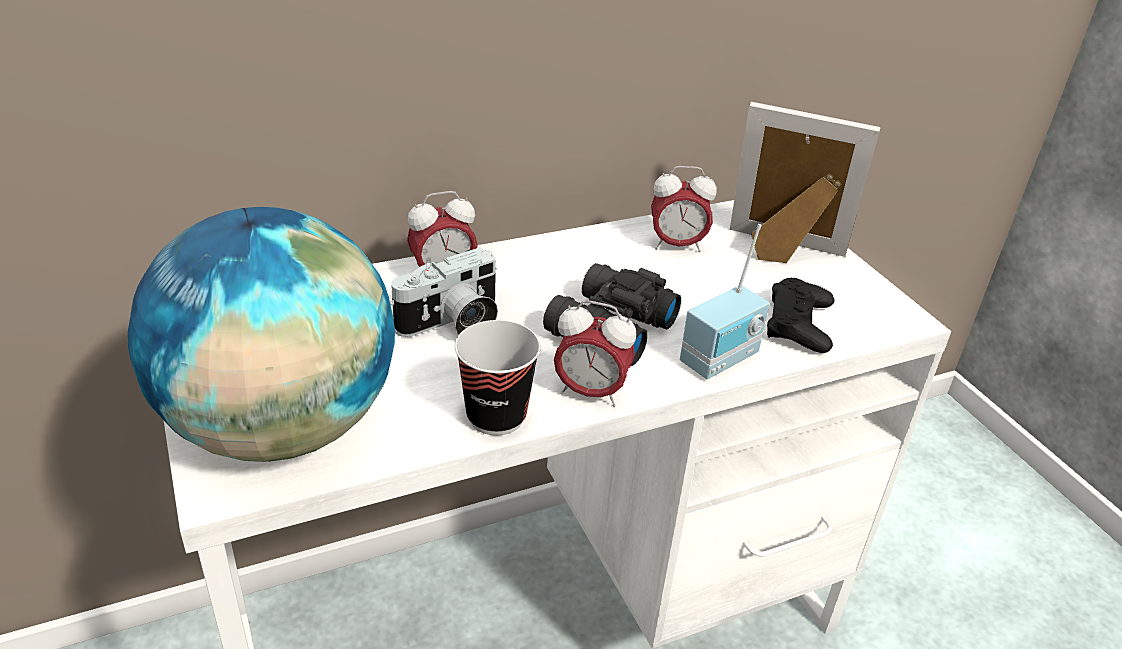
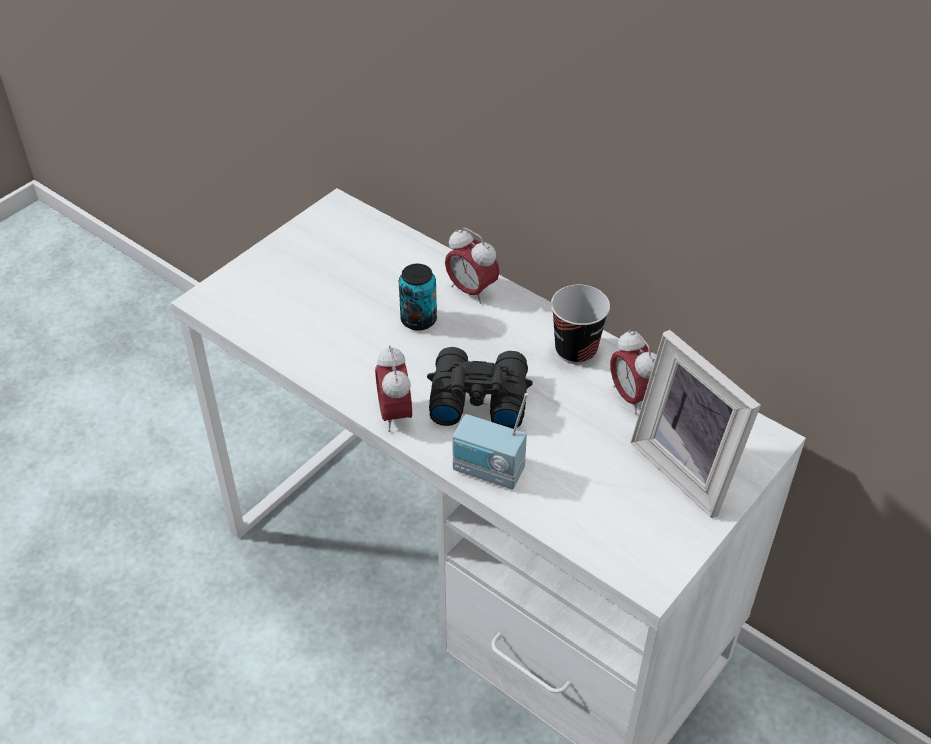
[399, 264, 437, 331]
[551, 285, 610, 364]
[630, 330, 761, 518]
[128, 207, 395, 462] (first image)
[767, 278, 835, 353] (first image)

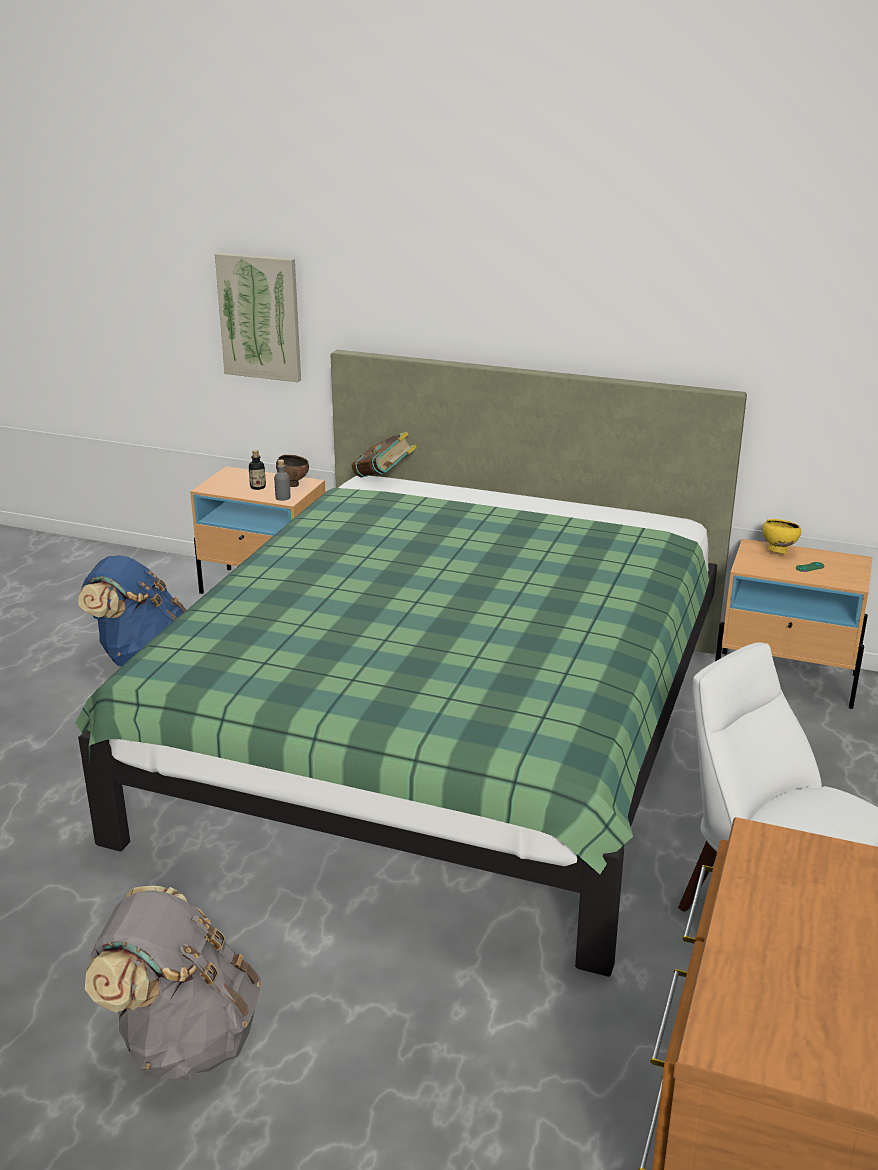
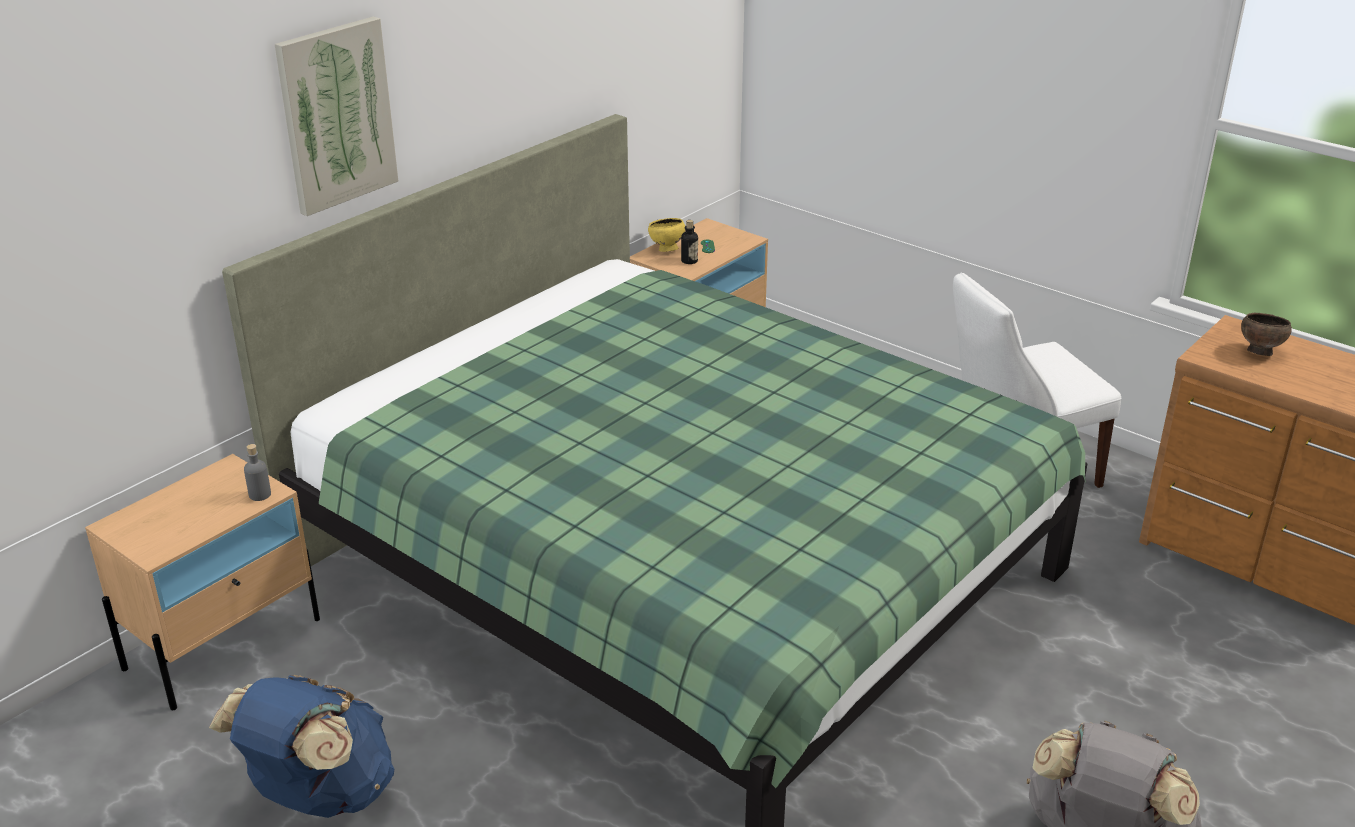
[275, 16, 398, 216]
[681, 220, 698, 264]
[1241, 313, 1292, 356]
[351, 432, 417, 478] (first image)

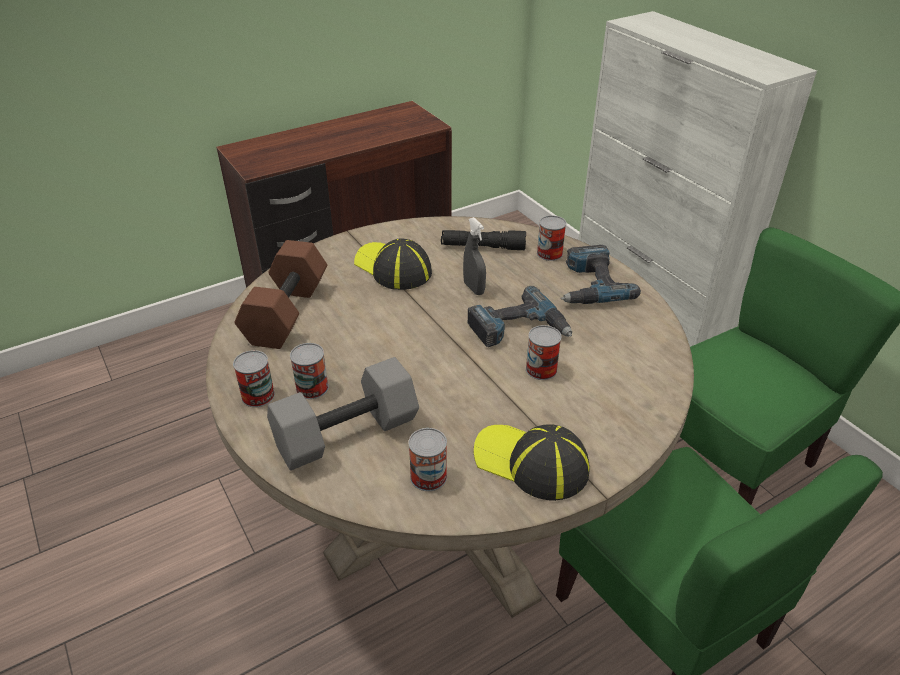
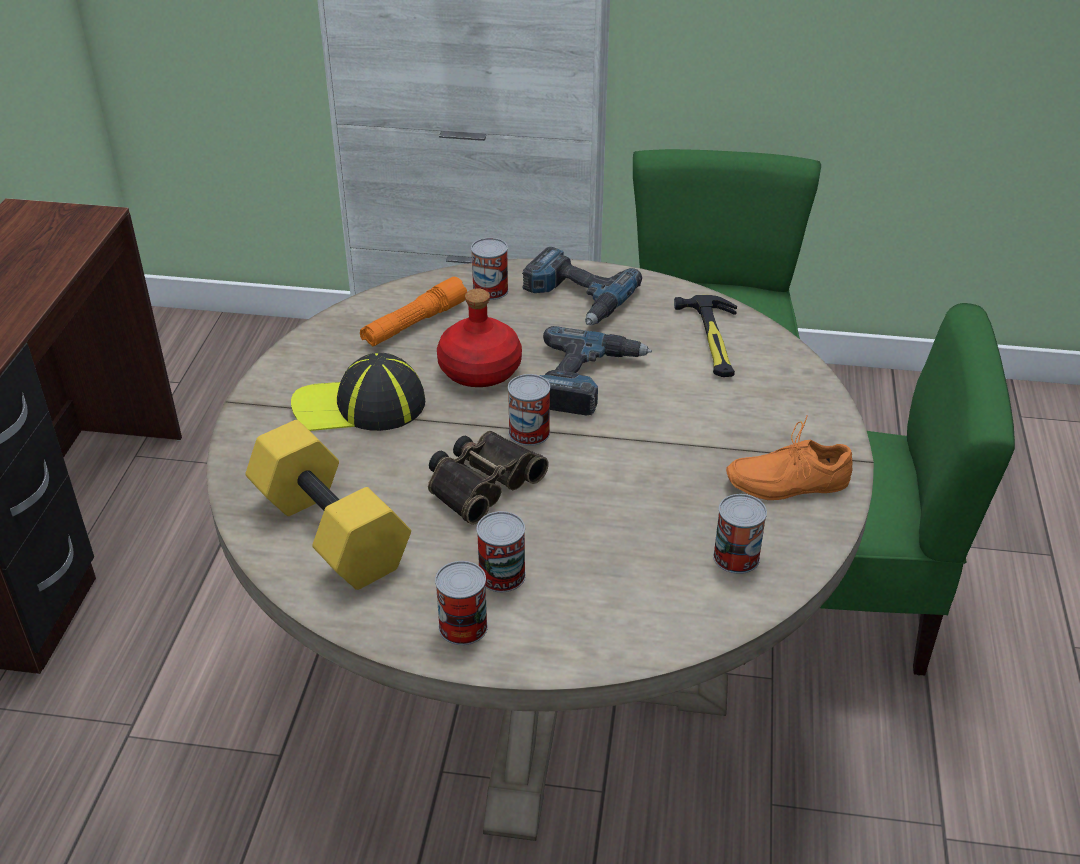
[245, 420, 411, 590]
[360, 277, 467, 347]
[428, 431, 549, 525]
[437, 288, 522, 387]
[508, 374, 550, 446]
[674, 295, 737, 377]
[726, 415, 853, 500]
[267, 357, 419, 470] (first image)

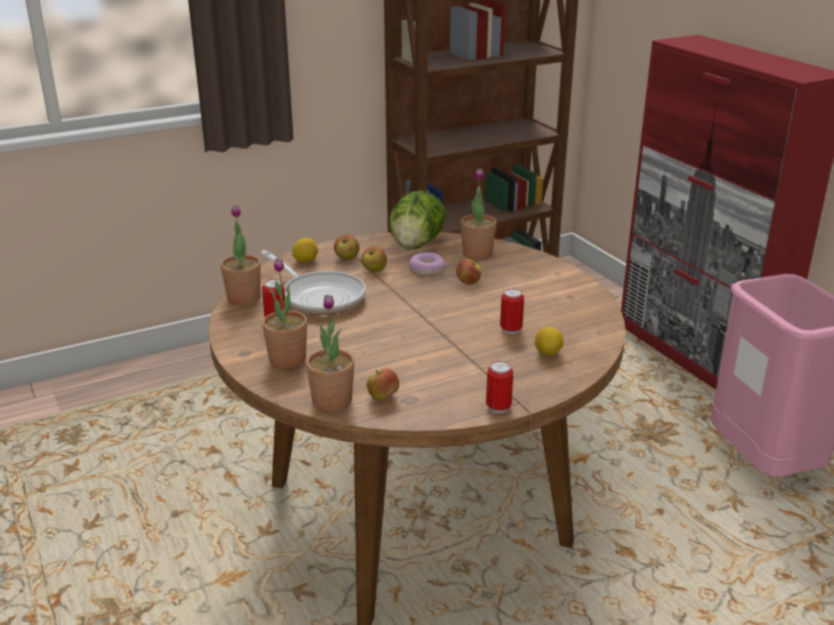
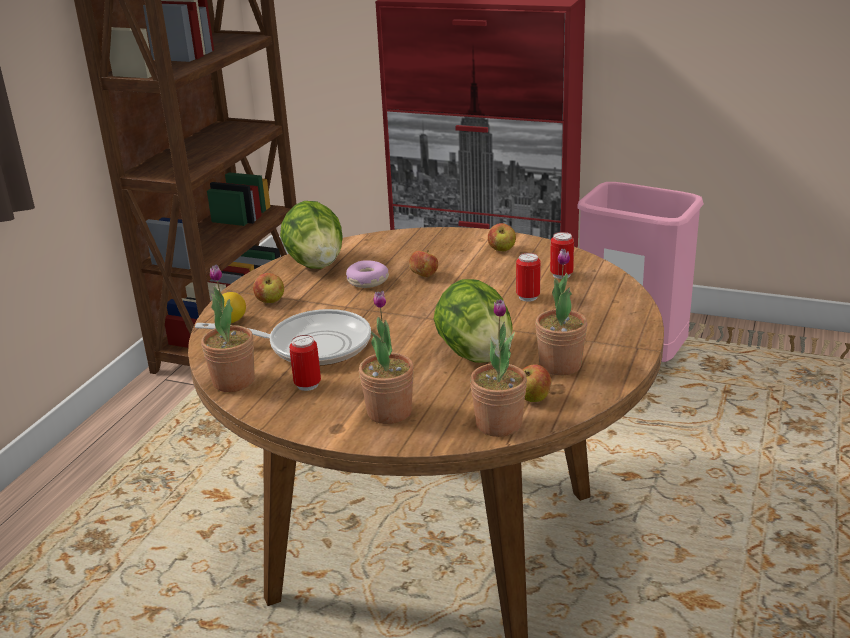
[434, 279, 513, 363]
[488, 223, 516, 251]
[535, 249, 587, 375]
[550, 232, 574, 279]
[535, 327, 564, 356] (first image)

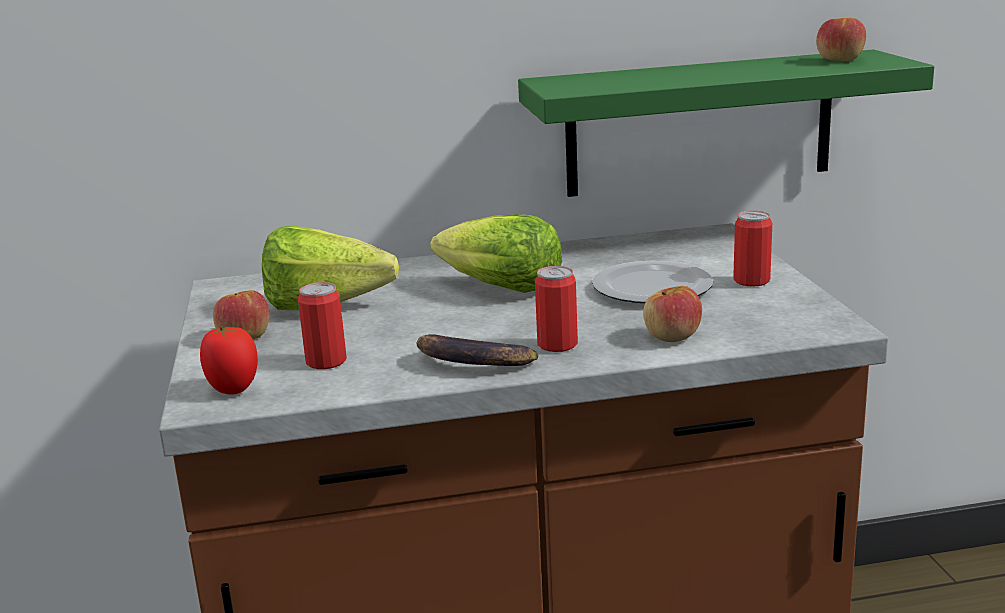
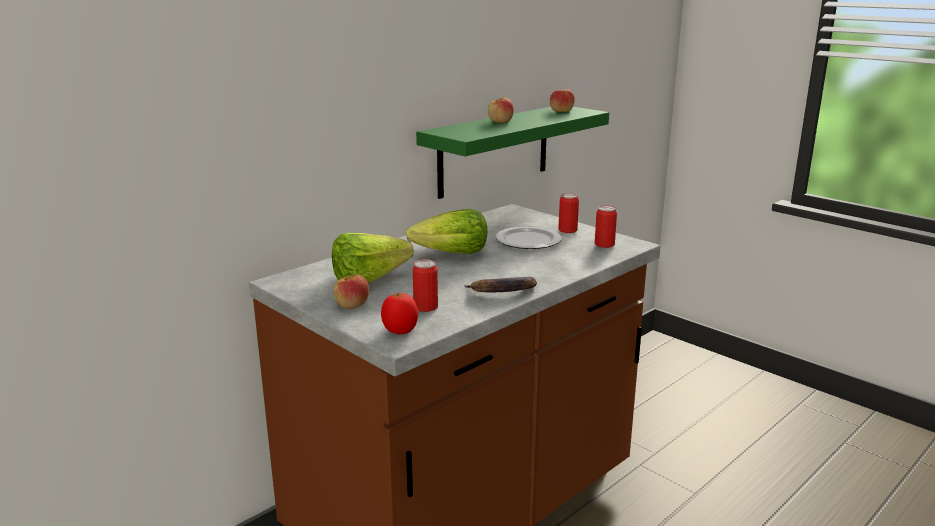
[488, 97, 514, 123]
[595, 205, 617, 248]

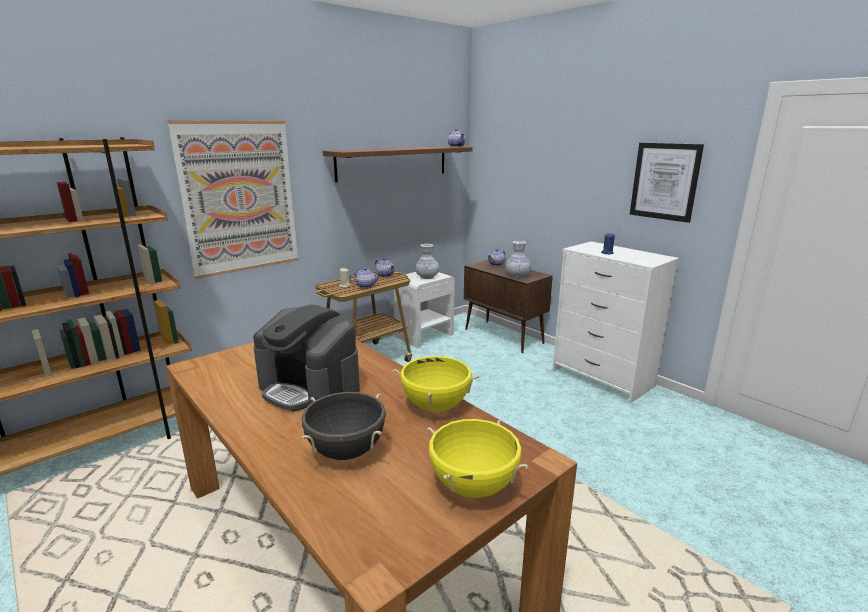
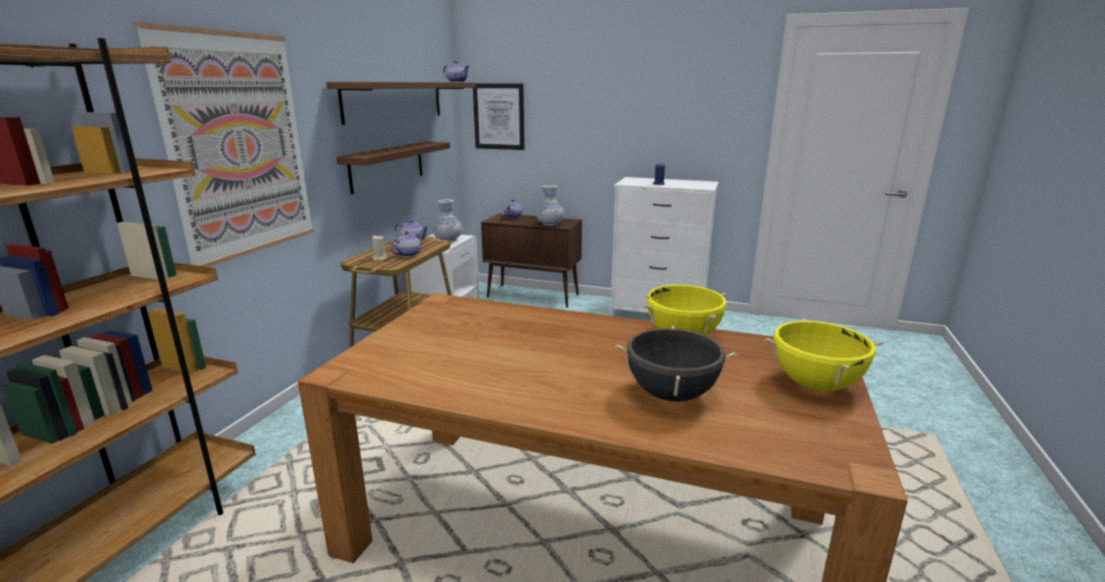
[336, 141, 450, 194]
[473, 84, 525, 150]
[253, 304, 360, 411] (first image)

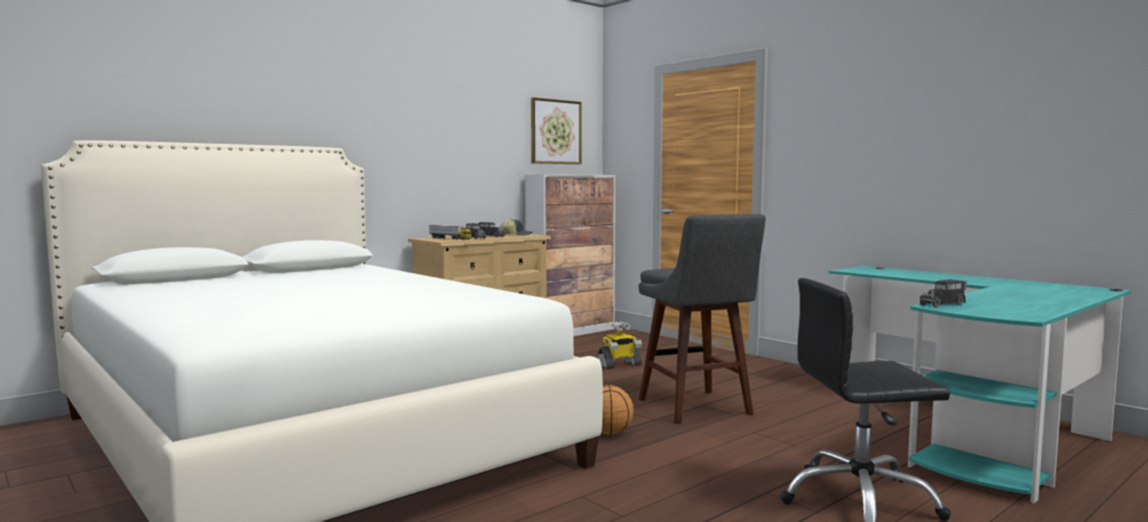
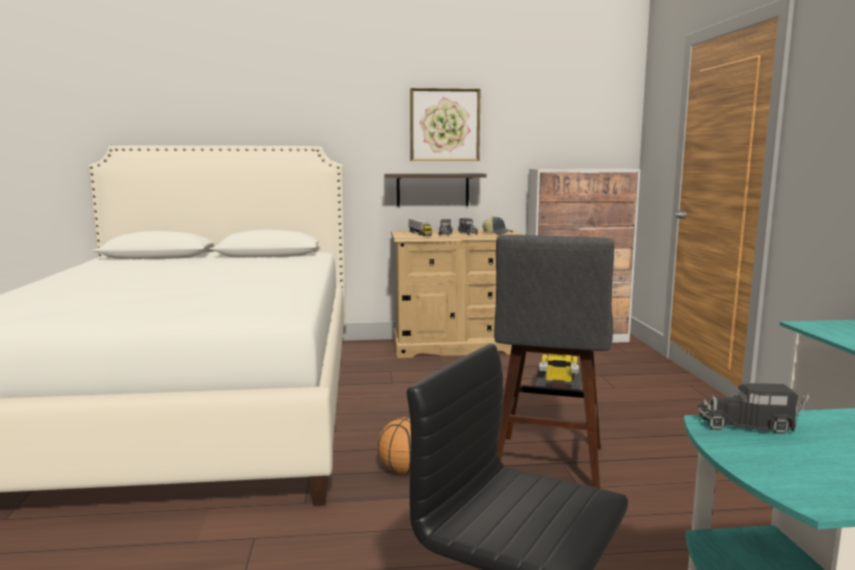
[384, 173, 487, 207]
[410, 88, 481, 161]

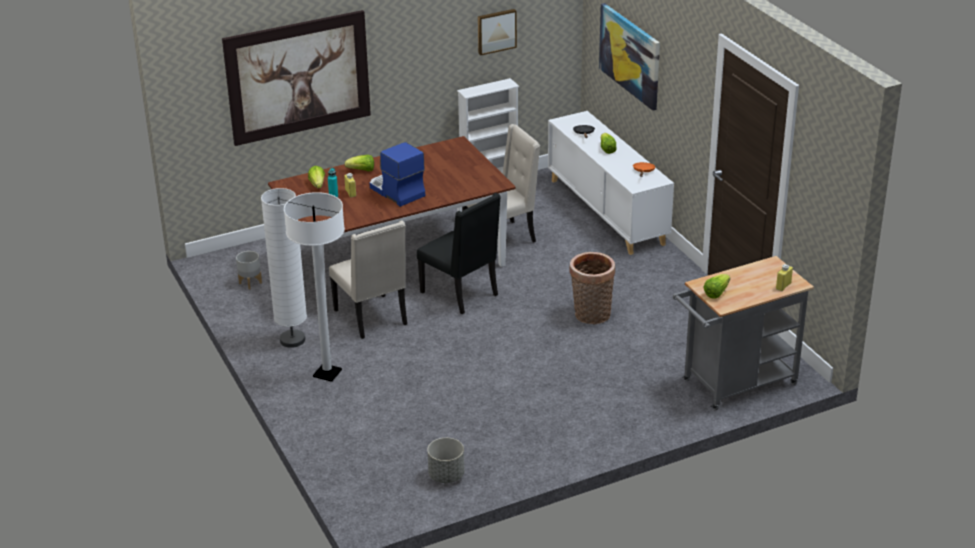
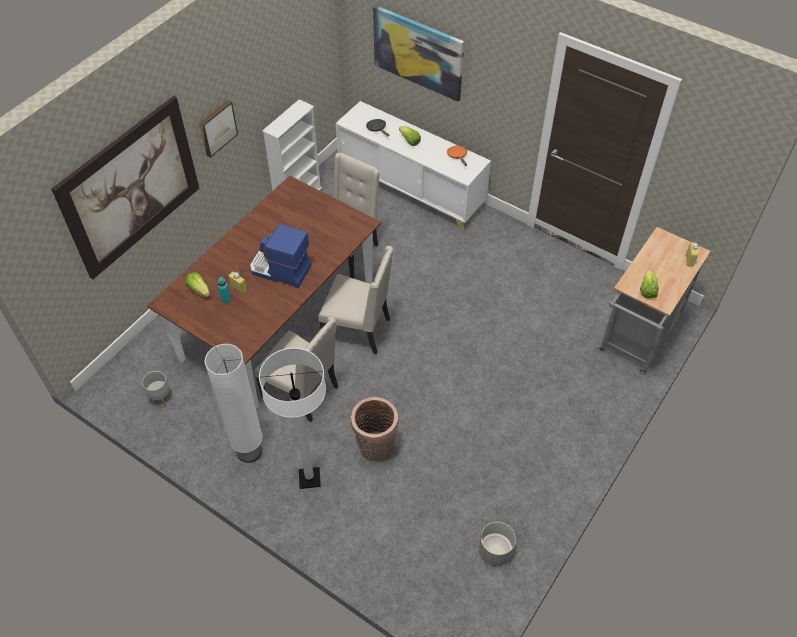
[199, 100, 238, 158]
[318, 246, 393, 354]
[351, 397, 398, 462]
[345, 155, 374, 171] (first image)

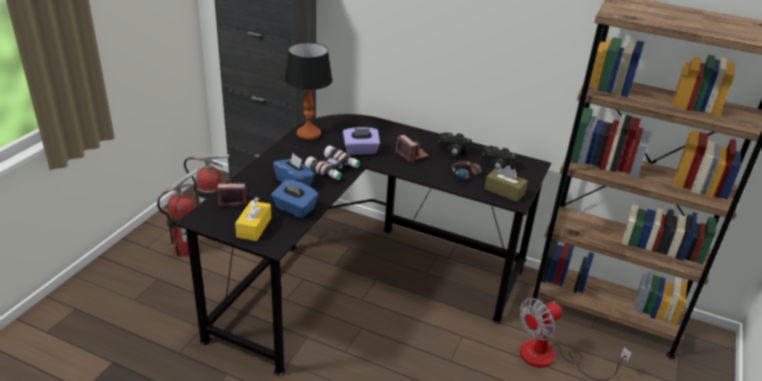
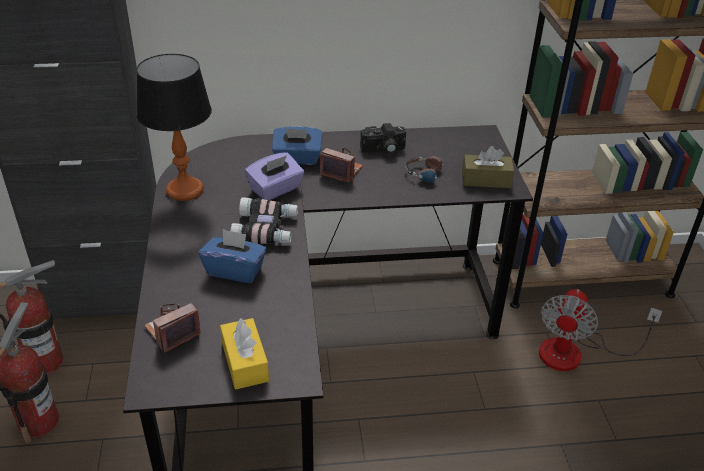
[272, 126, 322, 165]
[481, 146, 517, 170] (first image)

